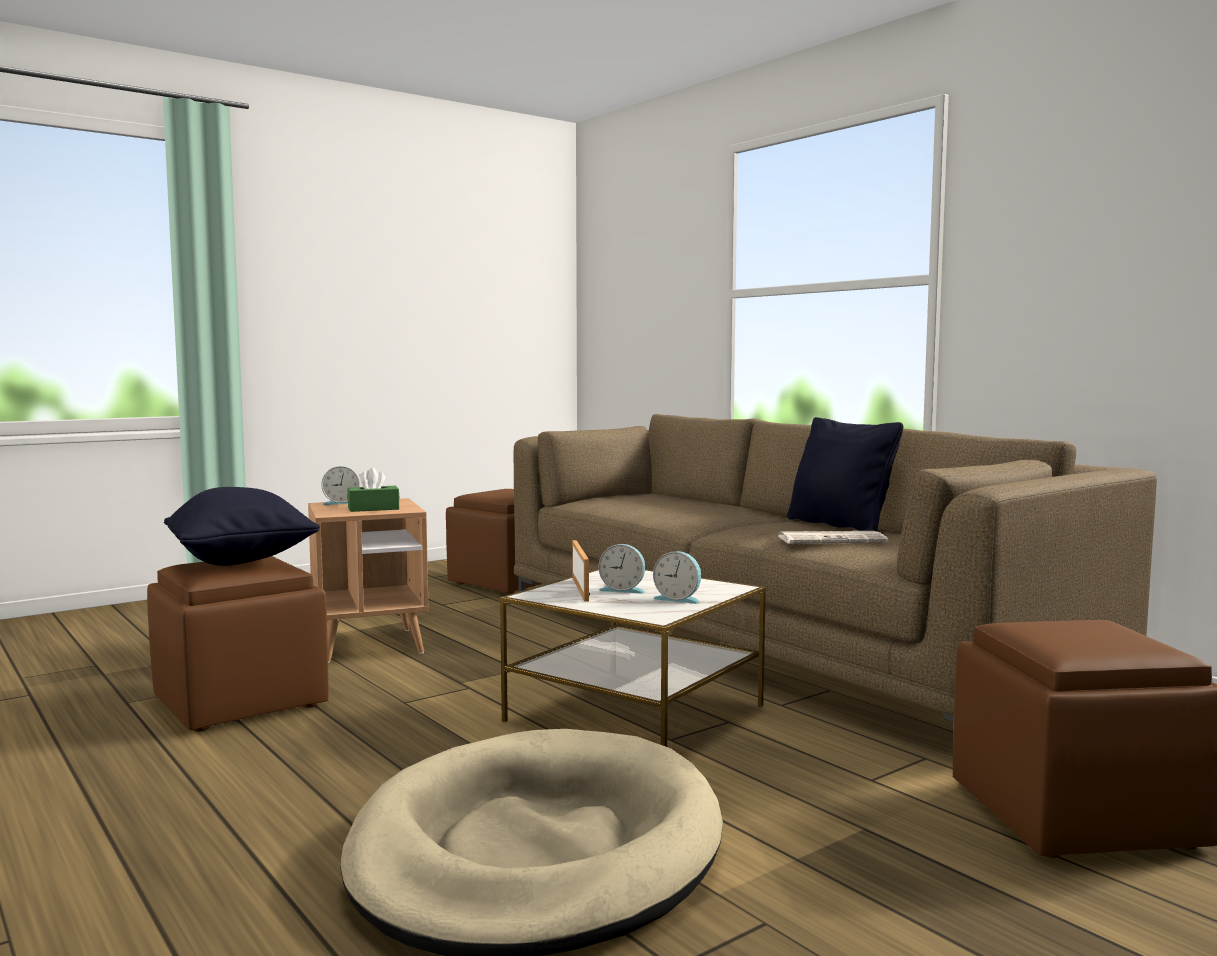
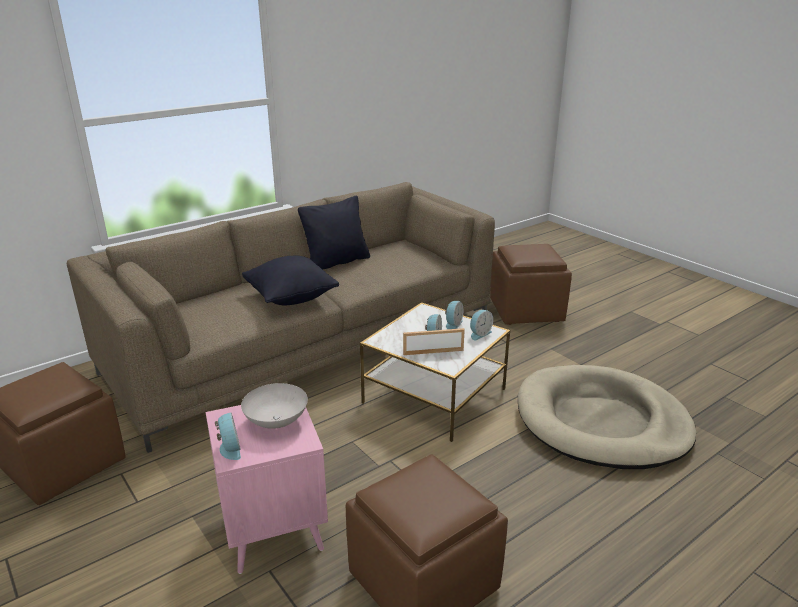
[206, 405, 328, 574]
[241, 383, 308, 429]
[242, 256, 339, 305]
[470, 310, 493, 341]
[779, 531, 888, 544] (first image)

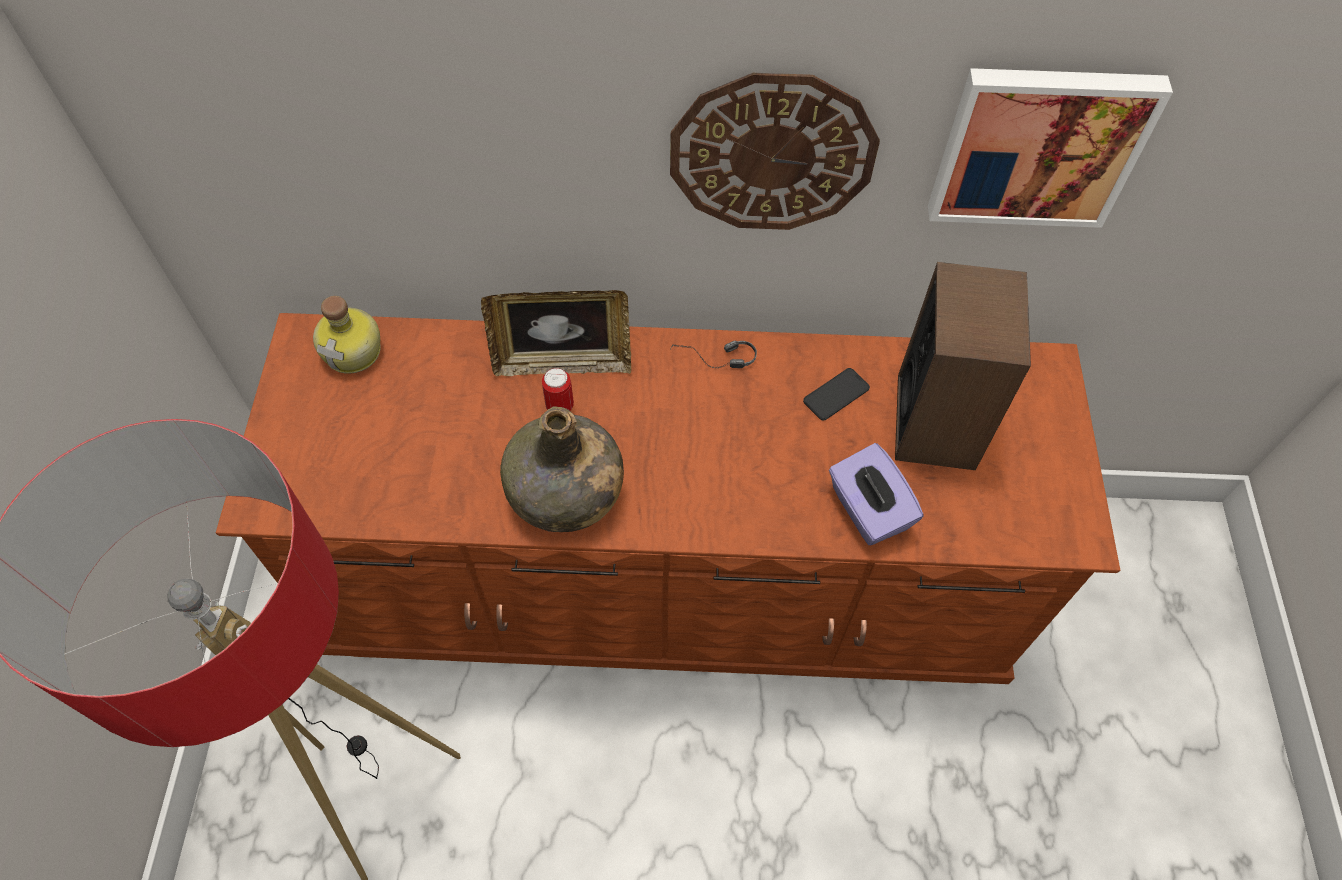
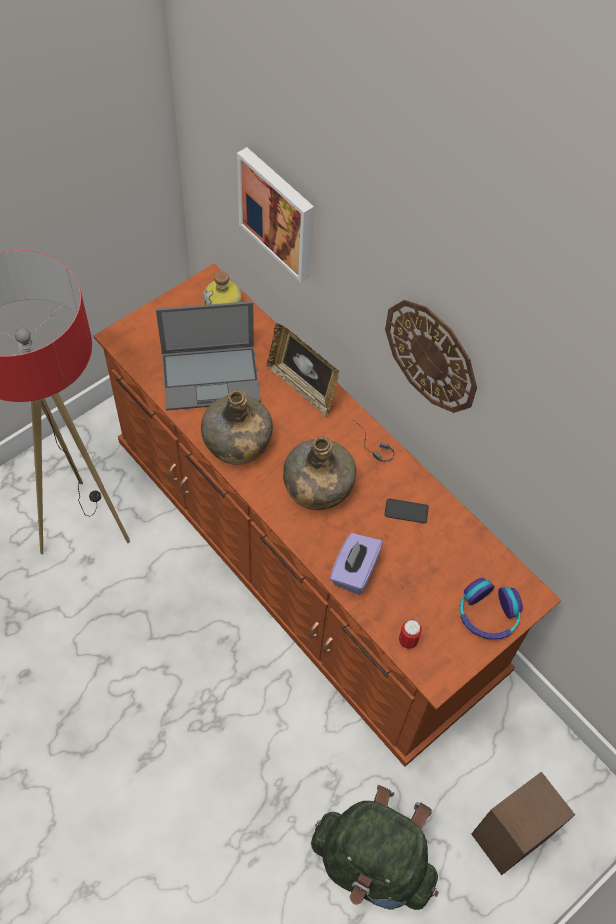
[156, 301, 261, 411]
[237, 147, 314, 283]
[283, 436, 356, 510]
[311, 785, 439, 910]
[399, 620, 422, 649]
[460, 578, 523, 640]
[471, 772, 575, 875]

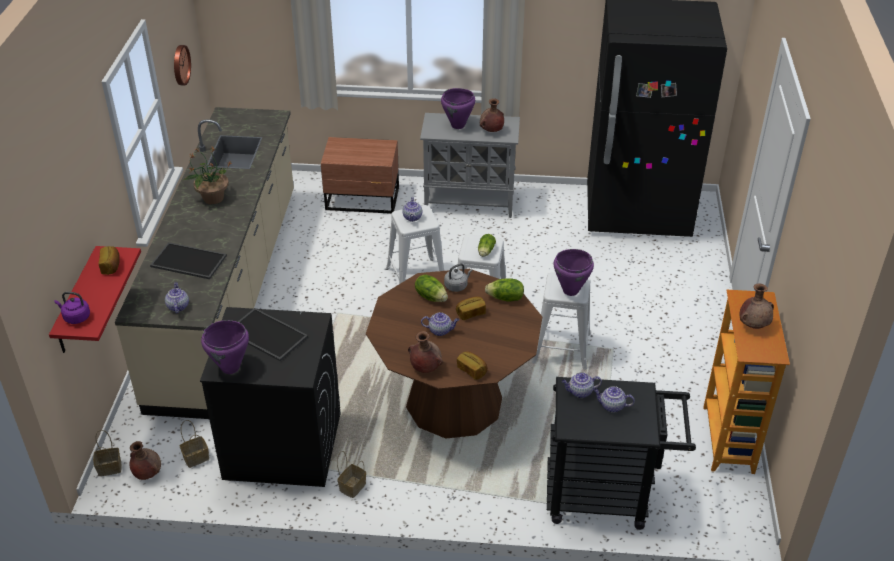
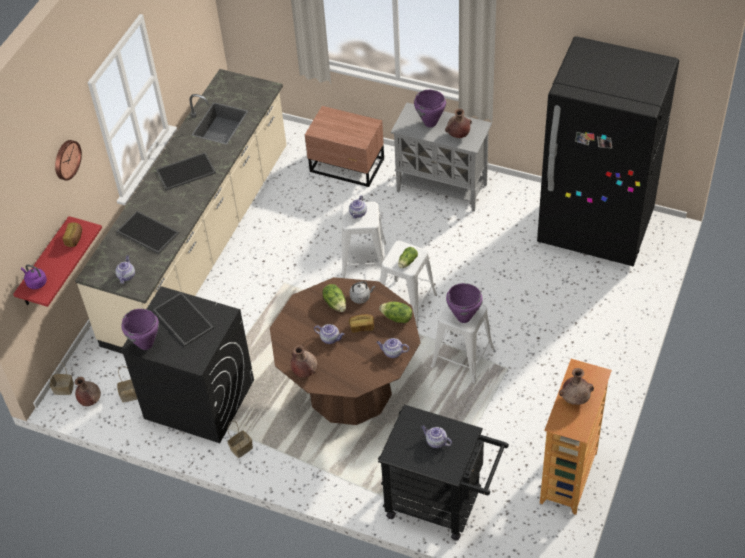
[55, 140, 82, 181]
[156, 152, 216, 191]
[376, 338, 409, 358]
[457, 351, 488, 380] (first image)

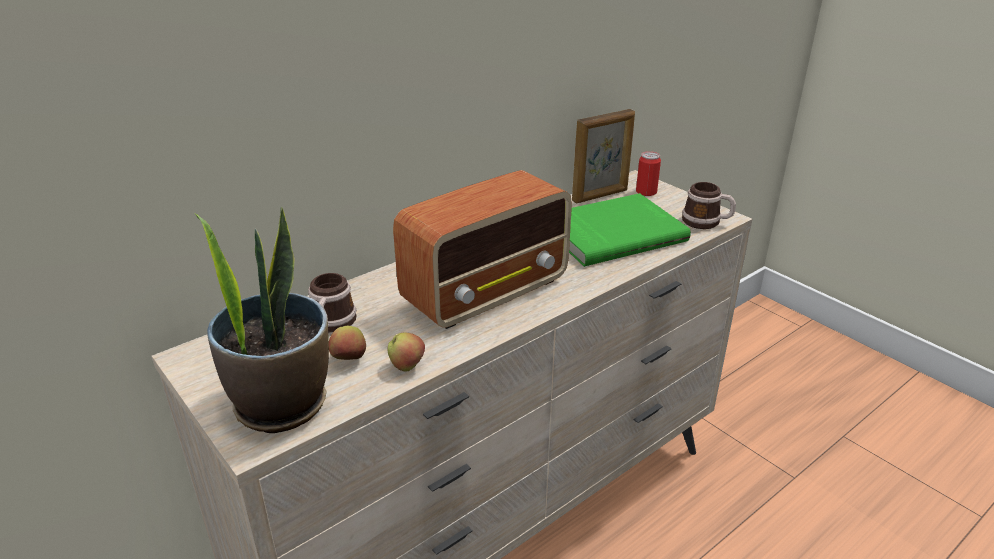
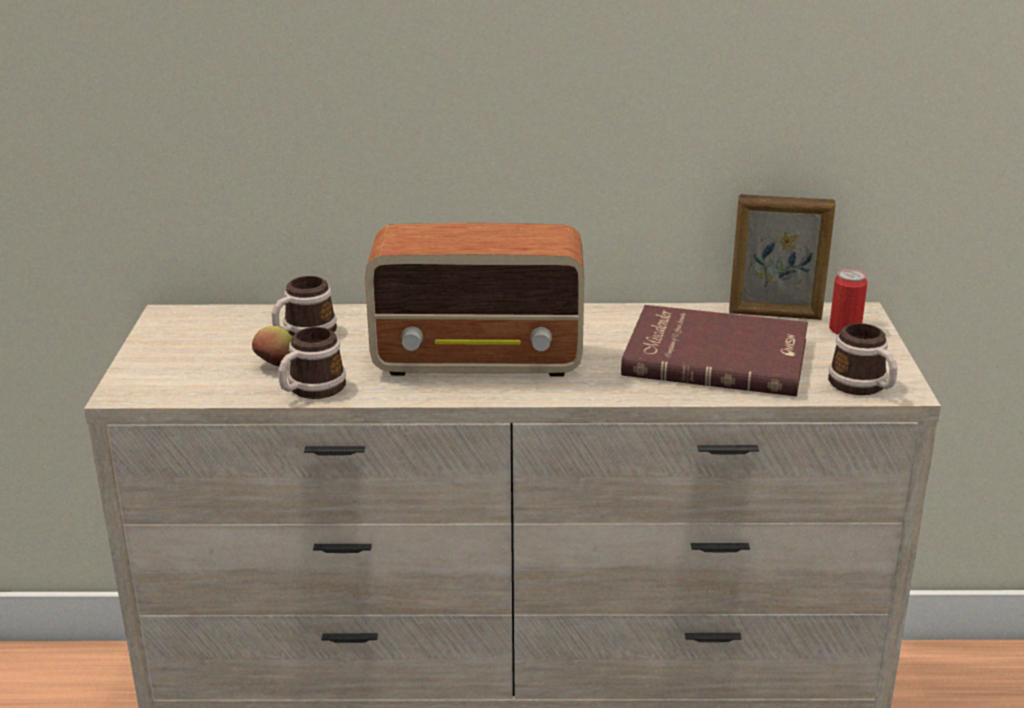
[278, 327, 346, 399]
[621, 305, 808, 396]
[195, 207, 329, 433] (first image)

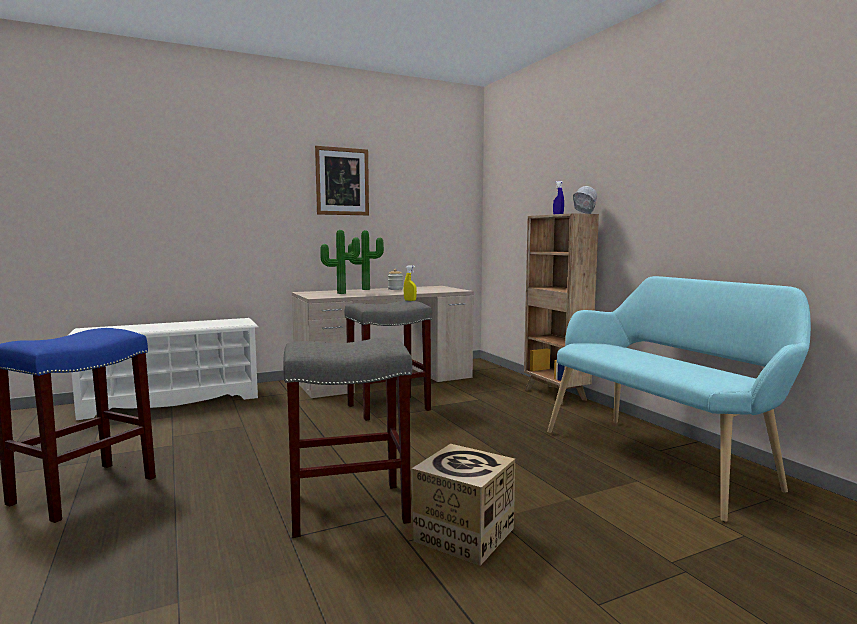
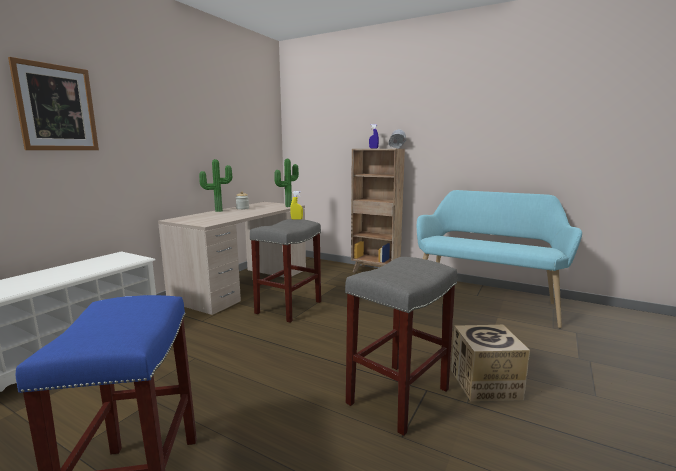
[8, 57, 99, 150]
[274, 159, 299, 207]

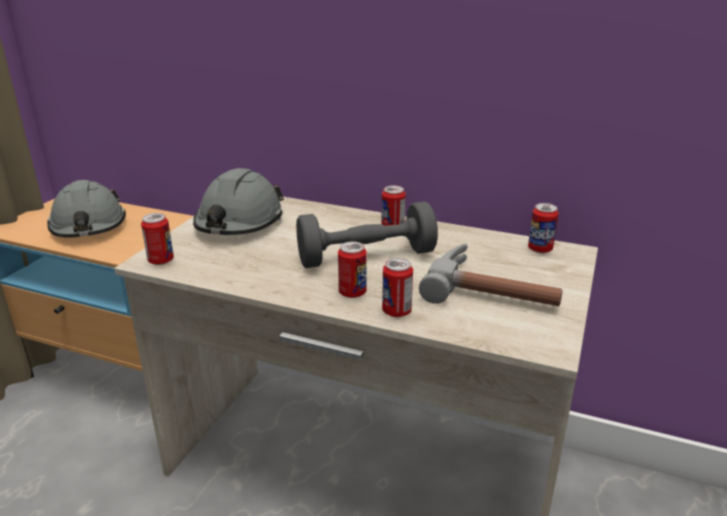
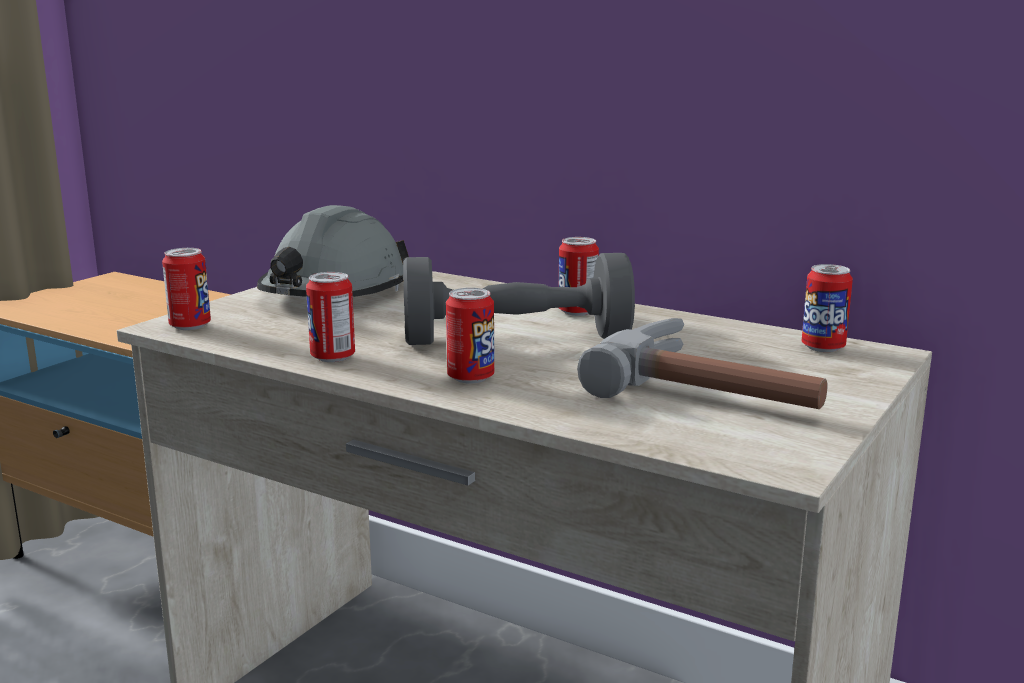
[306, 272, 355, 362]
[47, 180, 126, 237] (first image)

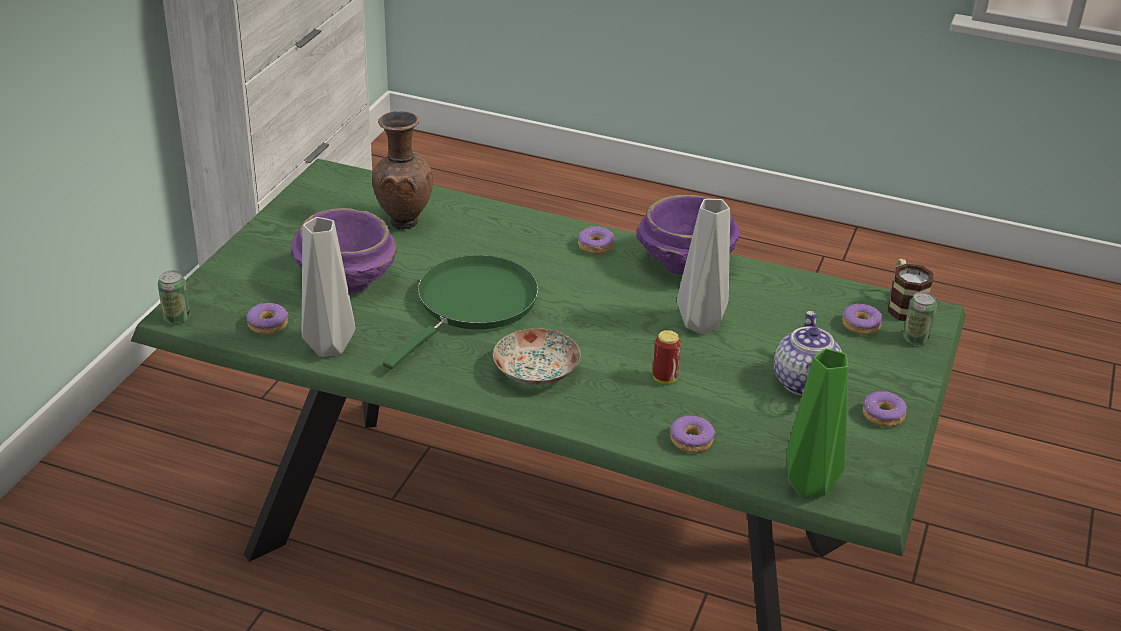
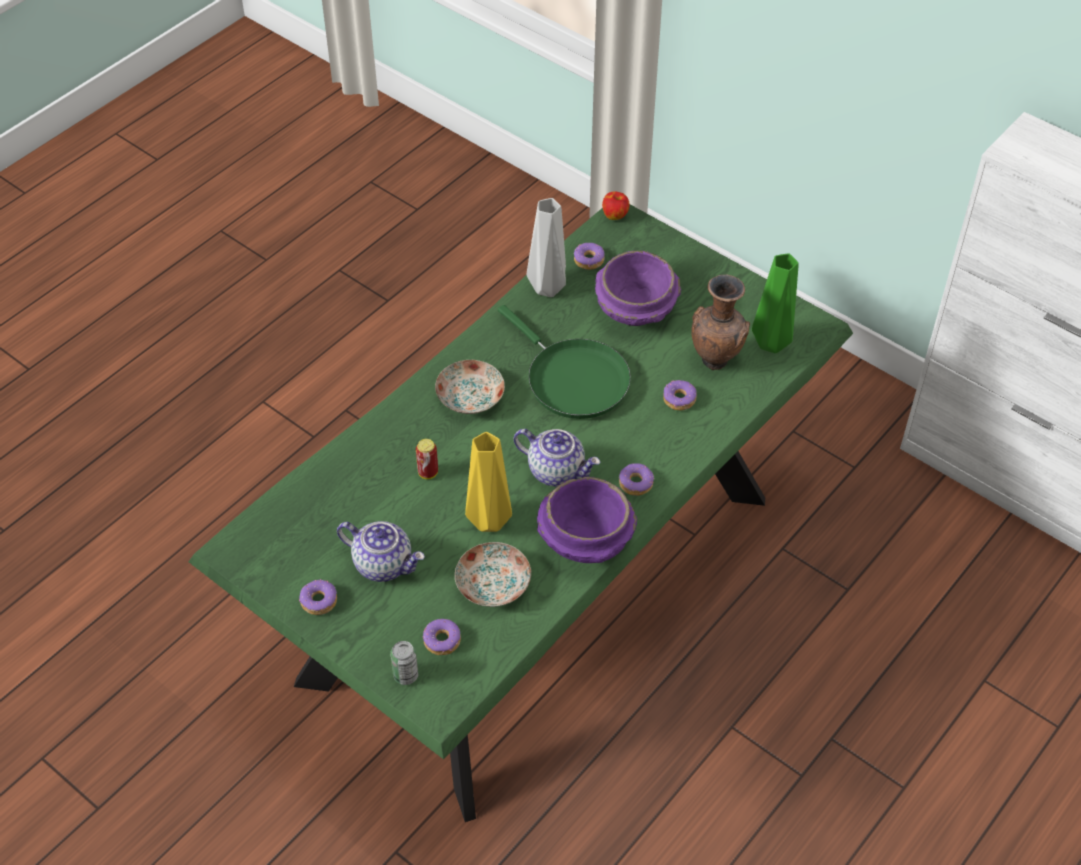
[455, 542, 531, 607]
[465, 432, 512, 532]
[513, 429, 600, 487]
[602, 191, 629, 220]
[663, 380, 697, 410]
[752, 254, 799, 353]
[888, 259, 933, 321] (first image)

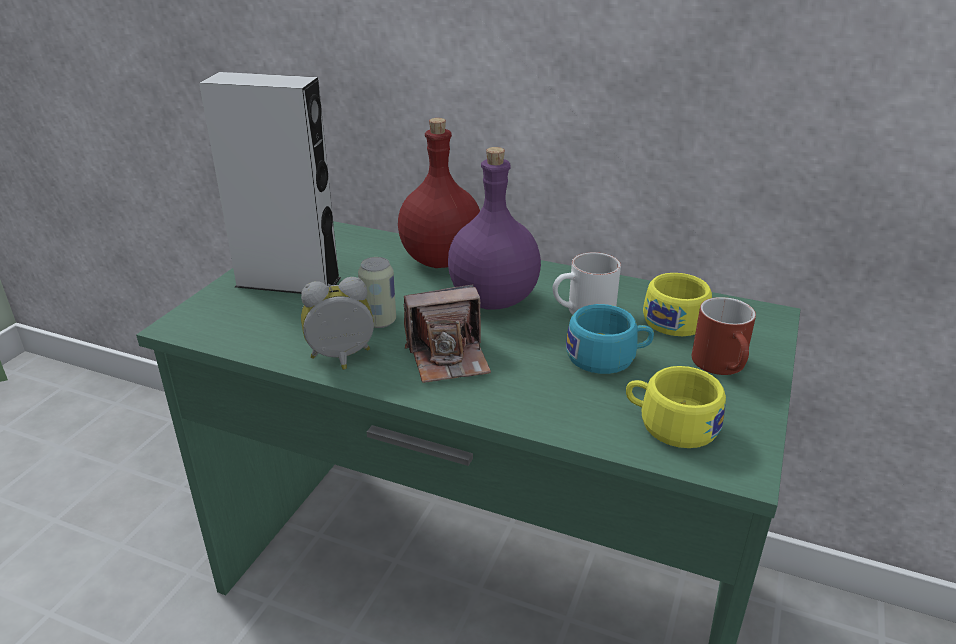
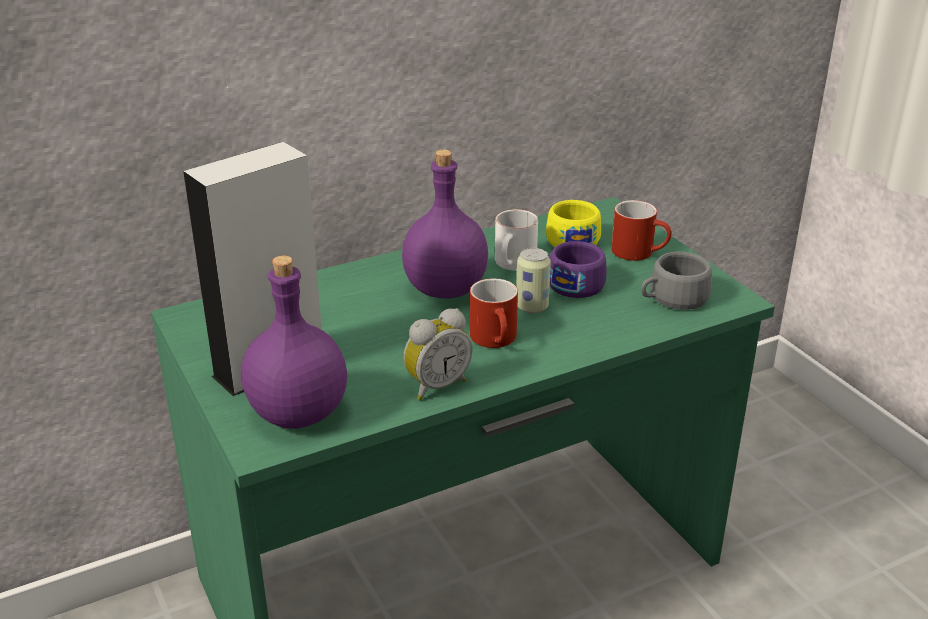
[241, 255, 347, 429]
[403, 308, 473, 400]
[470, 278, 518, 348]
[516, 248, 551, 313]
[550, 241, 606, 298]
[641, 252, 712, 310]
[398, 118, 480, 268] (first image)

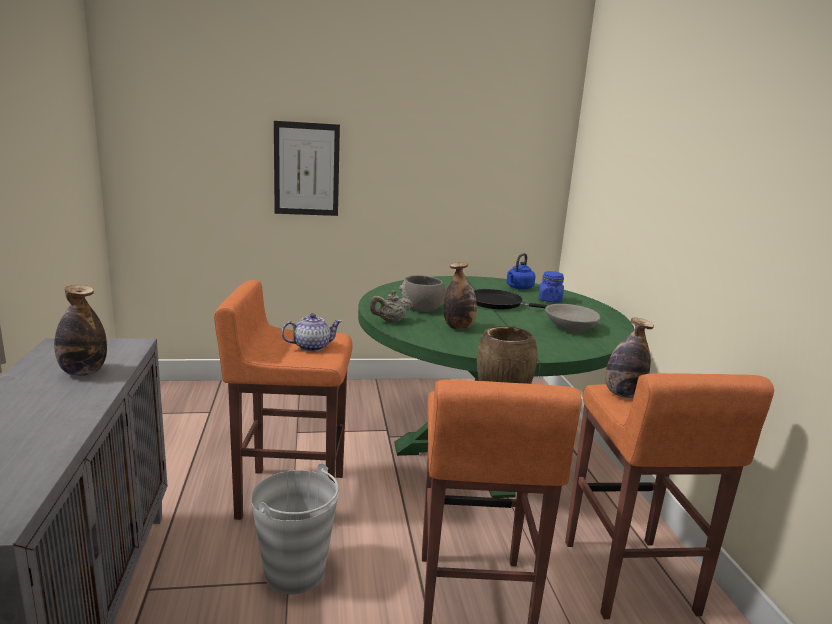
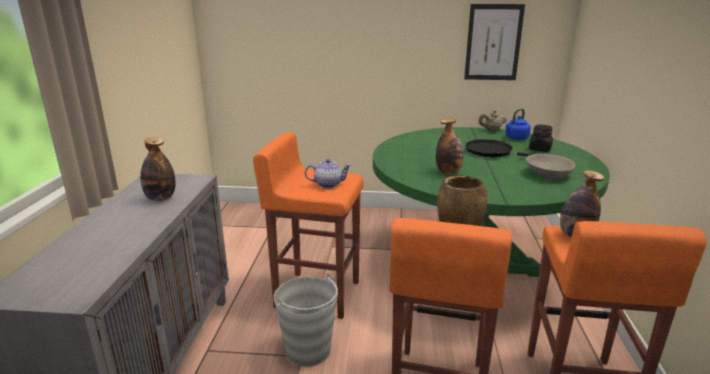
[464, 4, 525, 80]
[479, 110, 507, 131]
[529, 125, 553, 152]
[399, 275, 446, 312] (first image)

